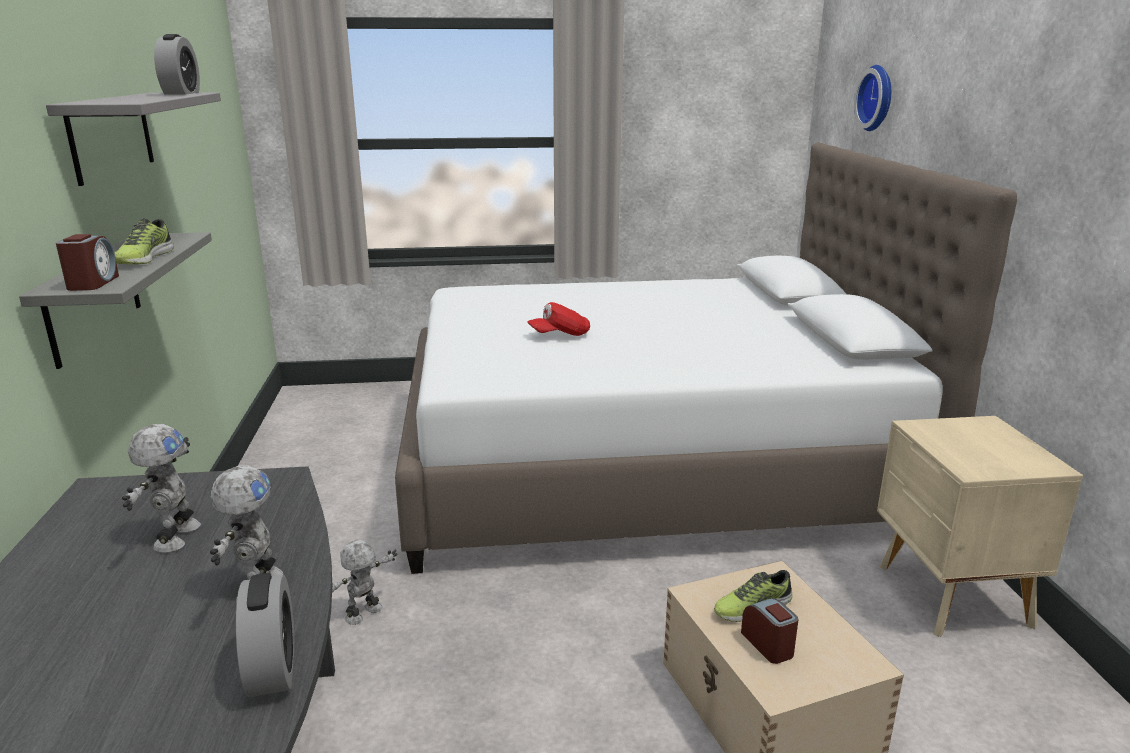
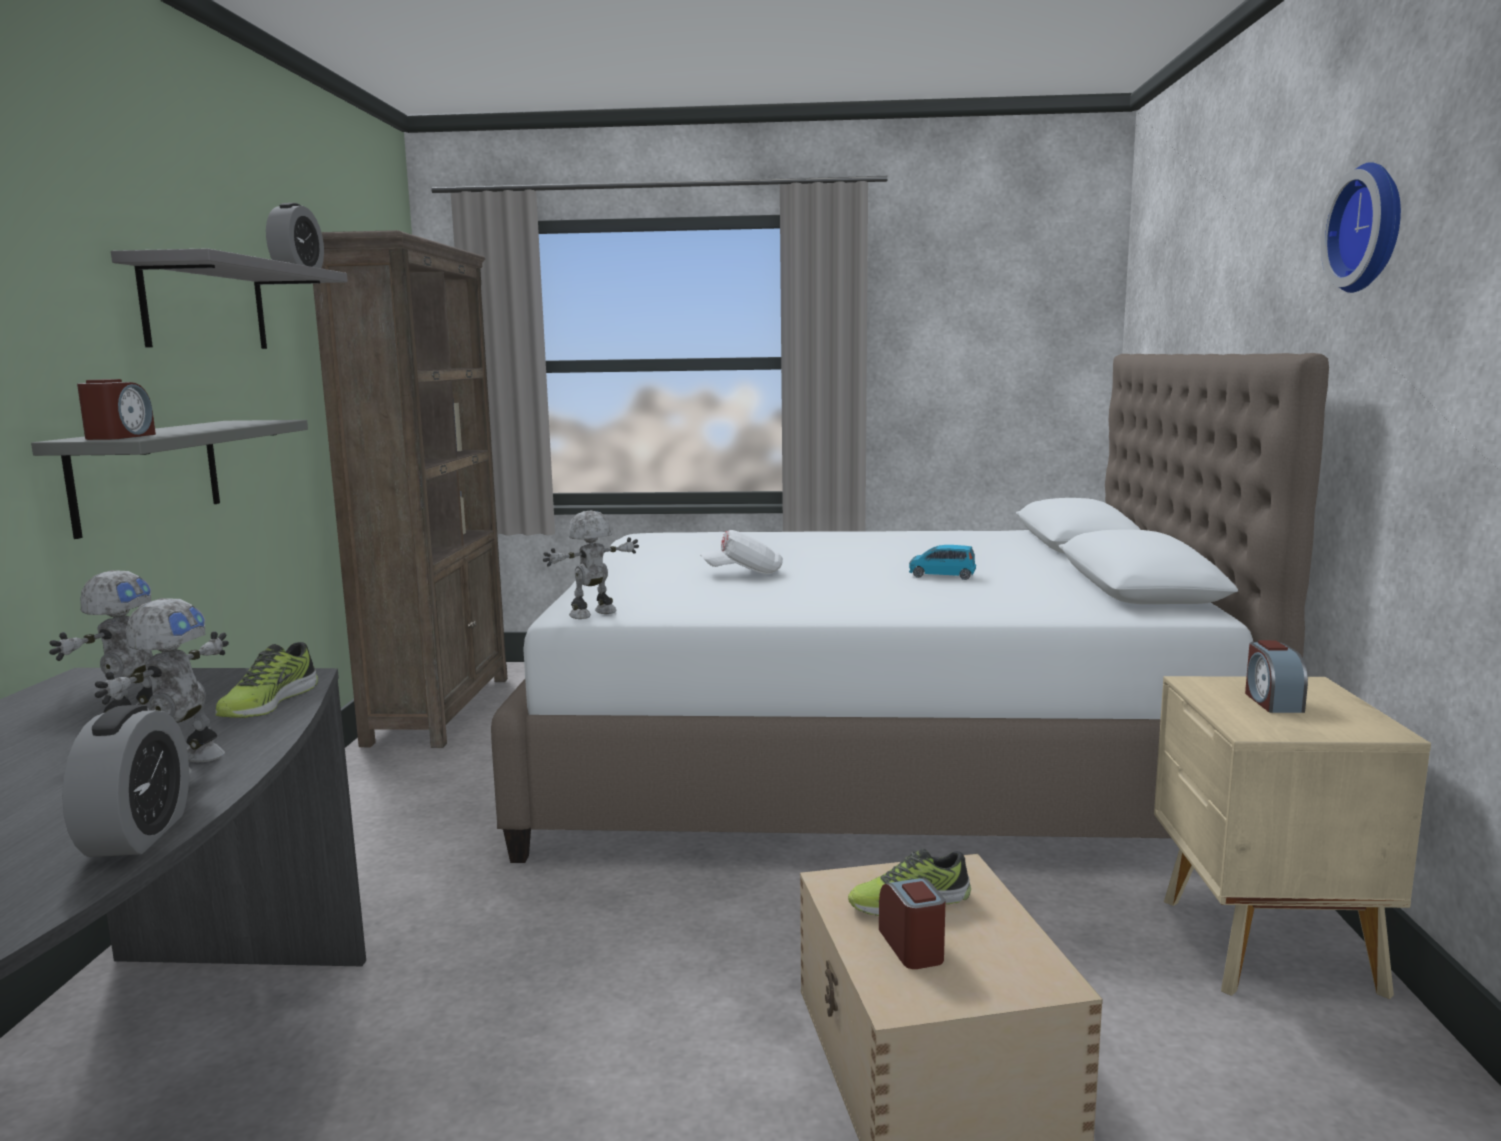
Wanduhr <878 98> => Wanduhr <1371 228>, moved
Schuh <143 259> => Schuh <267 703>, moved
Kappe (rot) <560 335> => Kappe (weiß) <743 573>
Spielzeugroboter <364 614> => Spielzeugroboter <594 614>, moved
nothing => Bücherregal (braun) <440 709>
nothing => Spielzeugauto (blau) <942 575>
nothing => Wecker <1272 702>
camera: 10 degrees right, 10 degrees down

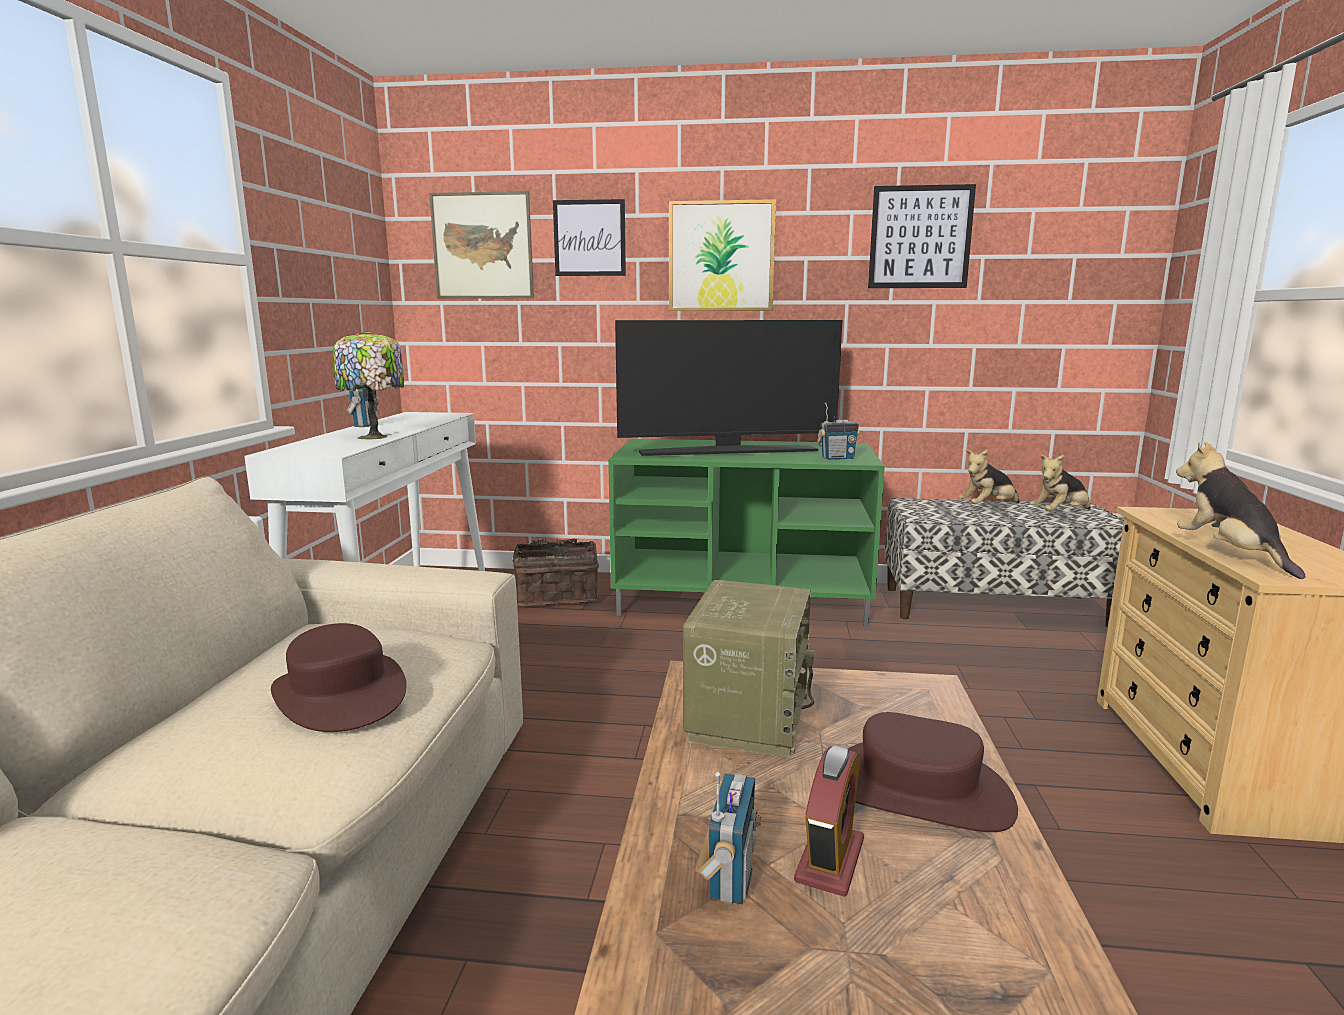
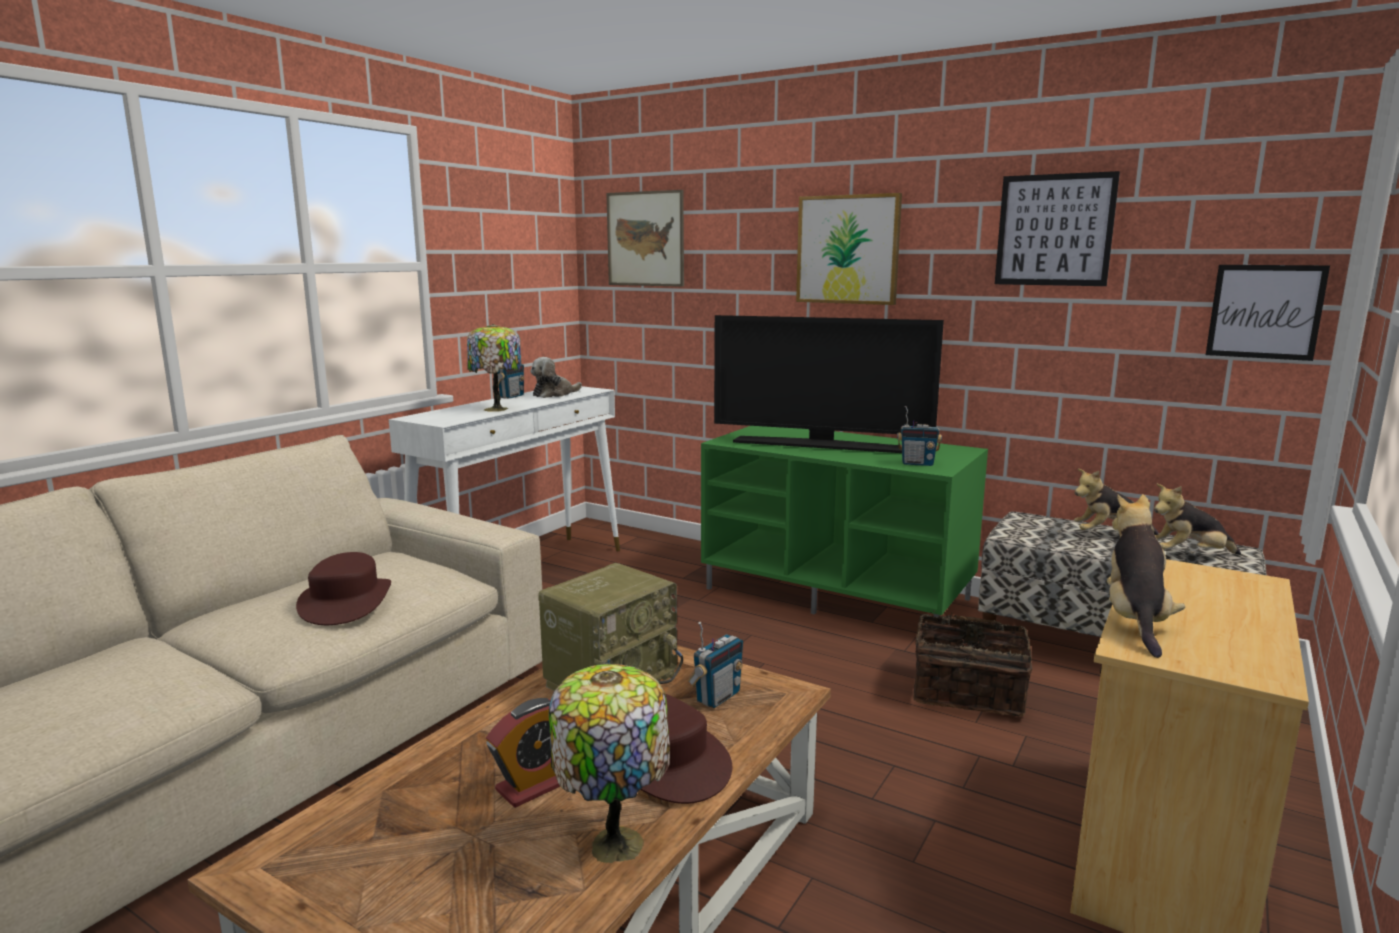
Bild <589 238> => Bild <1265 311>, moved
Korb <557 595> => Korb <967 692>, moved
Radio <729 878> => Radio <717 697>, moved
nothing => Plüschtier <554 394>
nothing => Tischlampe <614 841>
camera: 25 degrees right, 0 degrees up

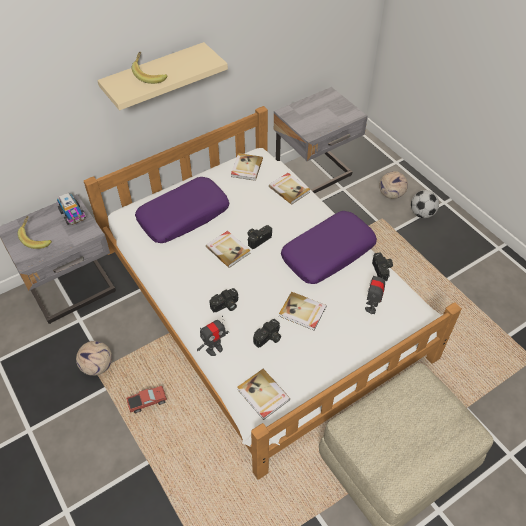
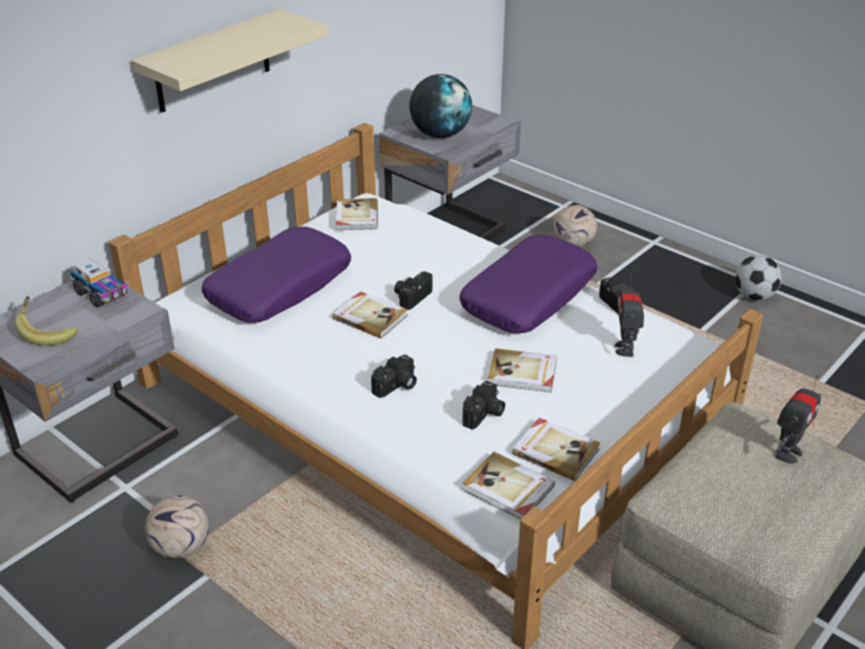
Banane <150 75> => nothing
Buch <289 189> => Buch <555 451>, moved
Fußball <422 213> => Fußball <753 296>, moved
Spielzeugroboter <214 349> => Spielzeugroboter <788 453>, moved
Spielzeuglaster <147 402> => nothing
nothing => Globus <440 135>
camera: 15 degrees left, 15 degrees down

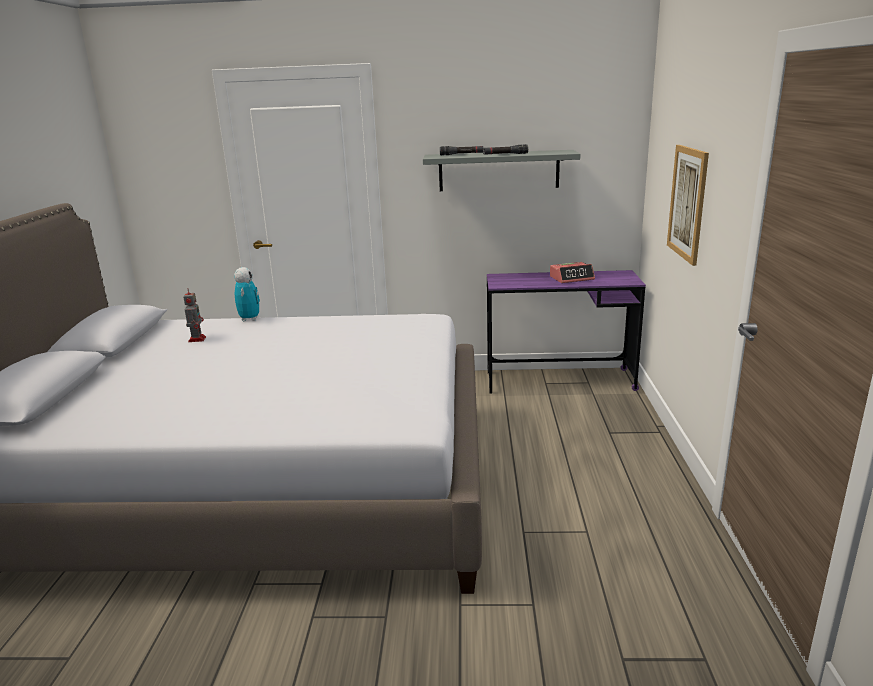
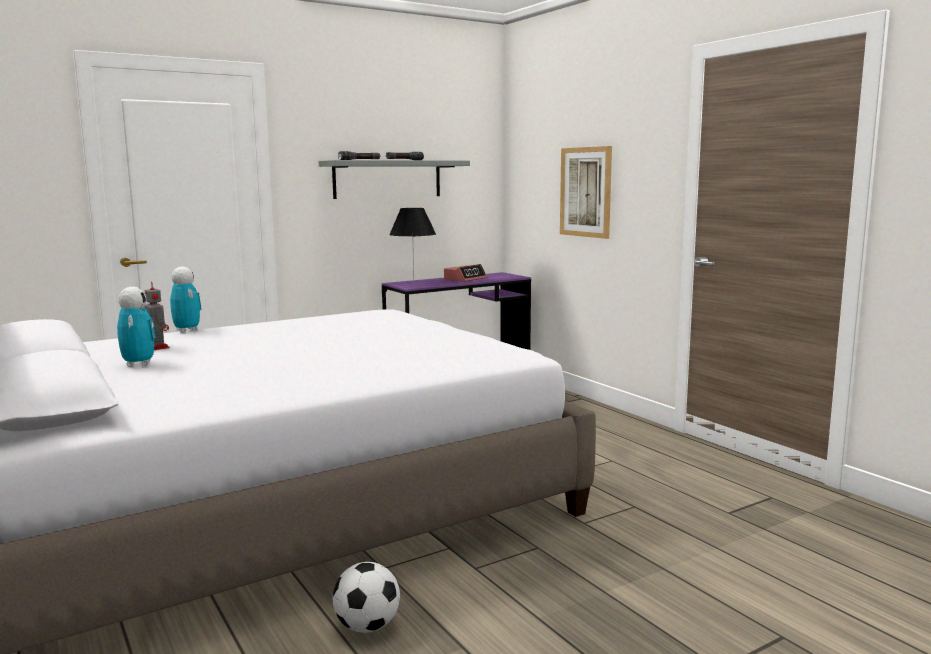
nothing => Tischlampe (schwarz) <413 282>
nothing => Spielzeugroboter <138 364>
nothing => Fußball <367 627>
camera: 35 degrees left, 10 degrees down

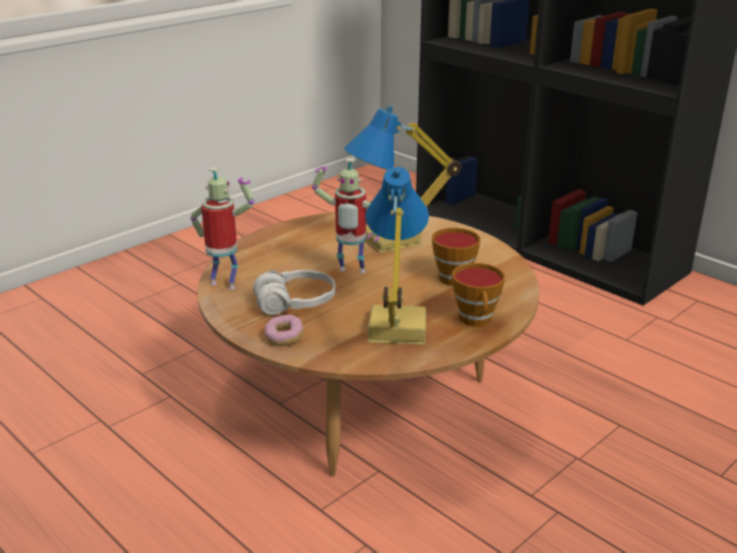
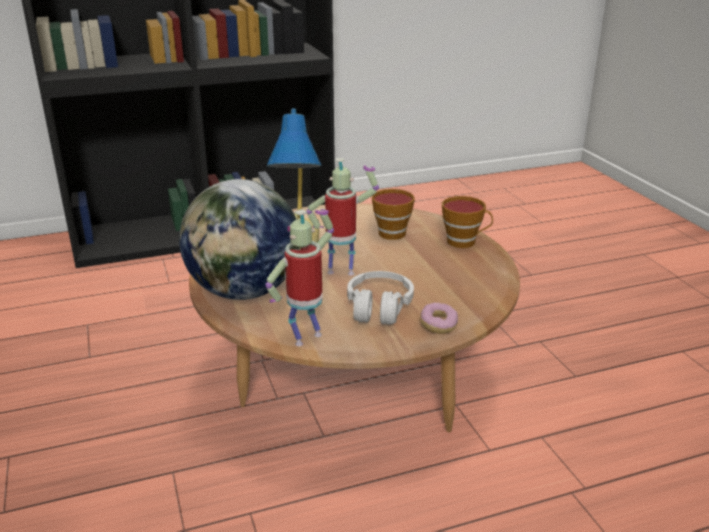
Spielzeugroboter <350 272> => Spielzeugroboter <342 271>, 120 degrees counterclockwise
Tischlampe <394 329> => nothing
nothing => Globus <244 292>
camera: 65 degrees left, 0 degrees up

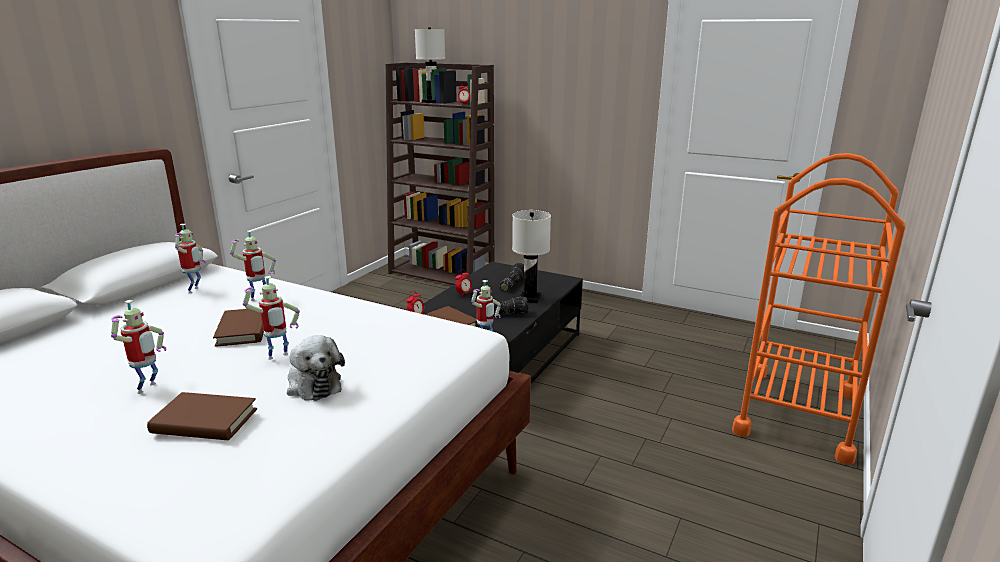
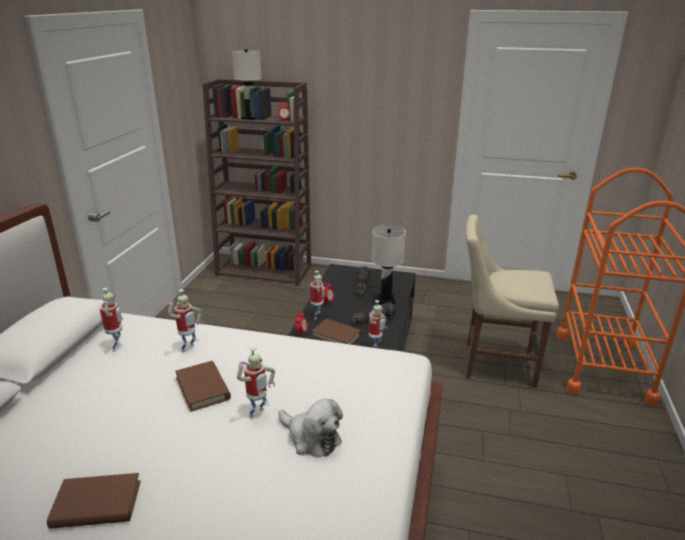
Spielzeugroboter <149 389> => Spielzeugroboter <317 316>, moved
Buch (braun) <204 421> => Buch (braun) <96 504>, moved
nothing => Stuhl (beige) <495 363>
camera: 15 degrees left, 5 degrees up

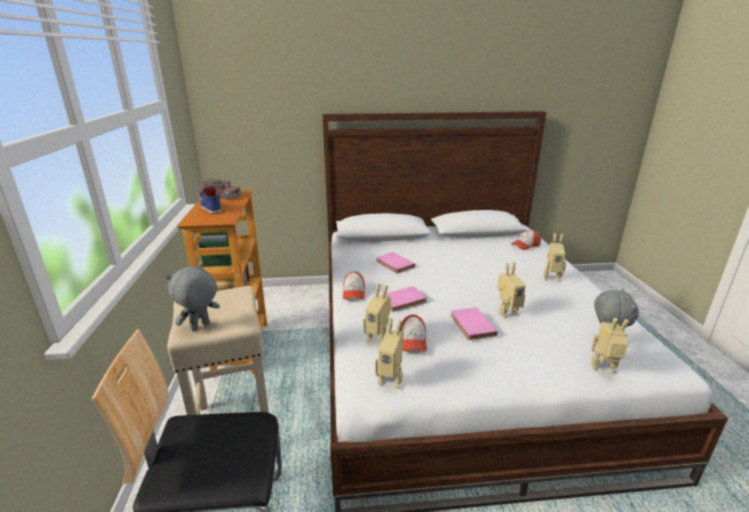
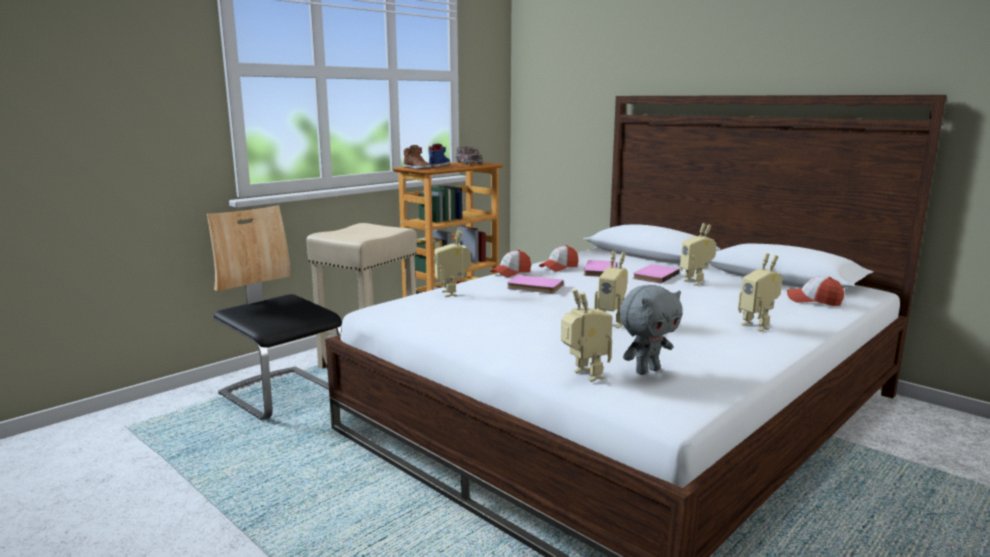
Plüschtier (grau) <200 327> => nothing
Buch (rosa) <470 325> => Buch (rosa) <654 276>, moved
Kappe <413 341> => Kappe <559 267>, moved
Spielzeugroboter <391 379> => Spielzeugroboter <696 282>, moved
nothing => Schuh (braun) <417 168>
camera: 50 degrees right, 10 degrees down

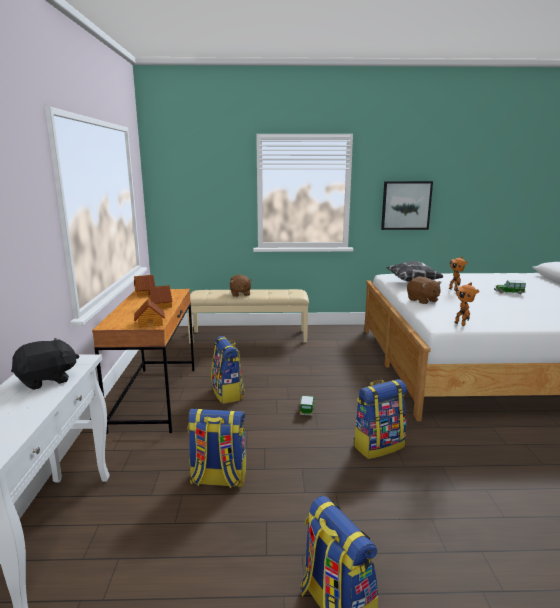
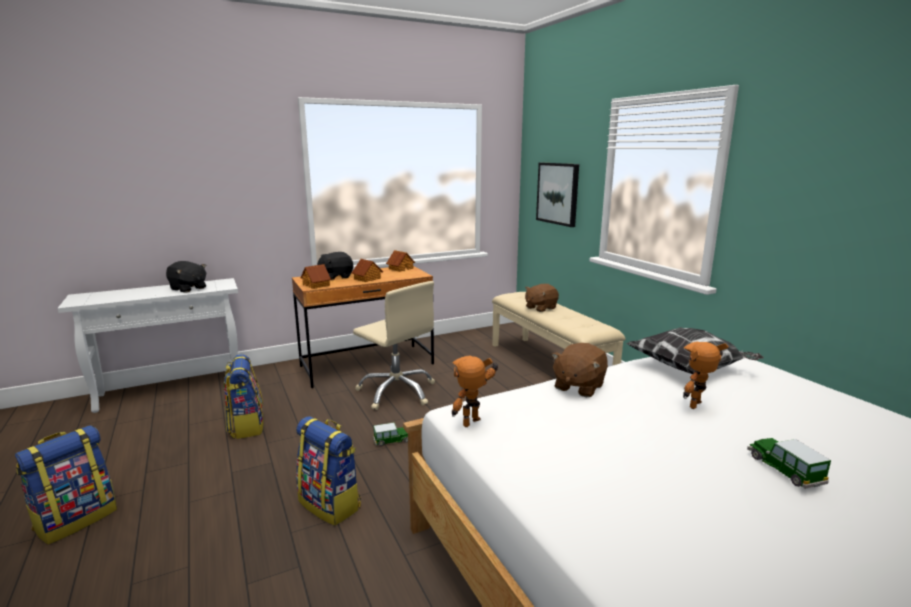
Bild <406 205> => Bild <558 193>, moved
Rucksack <228 394> => Bürostuhl (beige) <397 391>
nothing => Plüschtier (schwarz) <336 277>
camera: 65 degrees right, 0 degrees up

